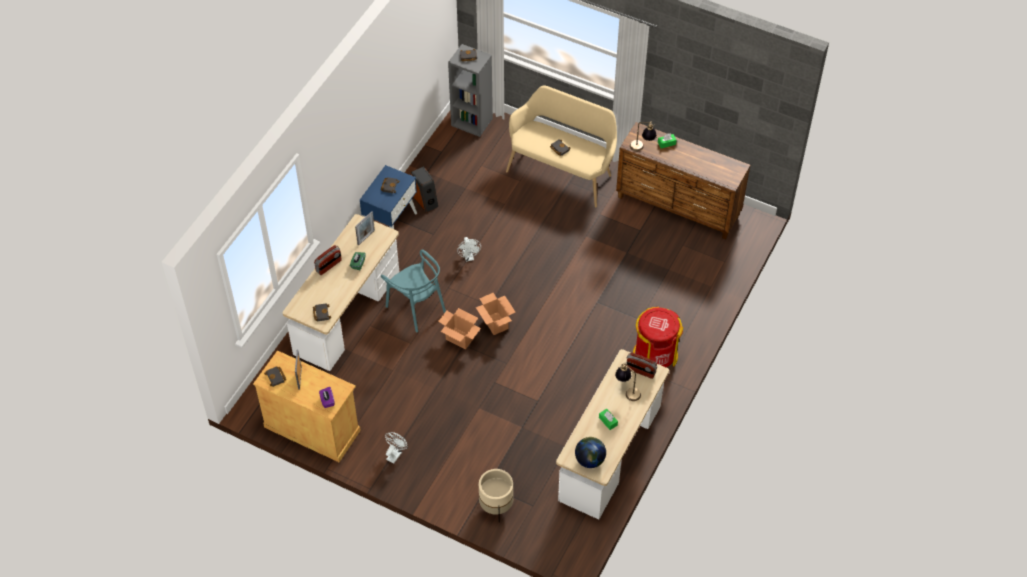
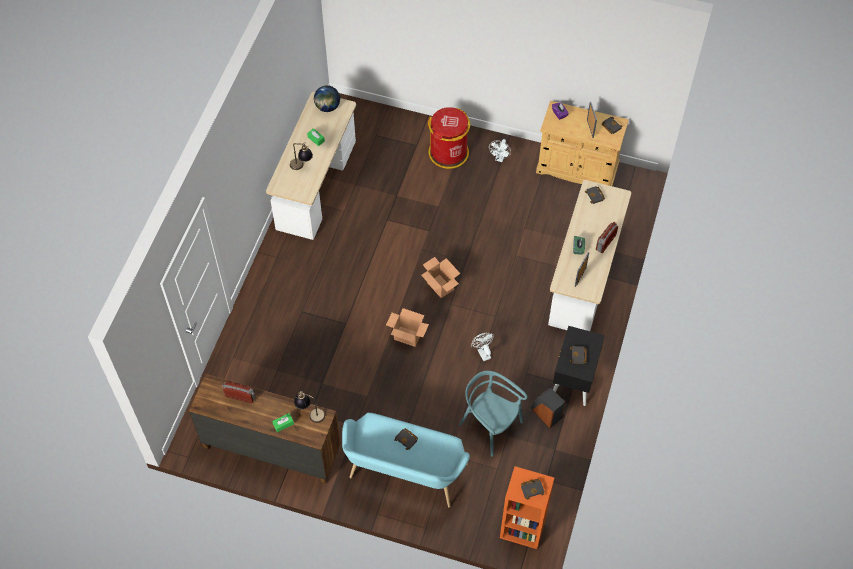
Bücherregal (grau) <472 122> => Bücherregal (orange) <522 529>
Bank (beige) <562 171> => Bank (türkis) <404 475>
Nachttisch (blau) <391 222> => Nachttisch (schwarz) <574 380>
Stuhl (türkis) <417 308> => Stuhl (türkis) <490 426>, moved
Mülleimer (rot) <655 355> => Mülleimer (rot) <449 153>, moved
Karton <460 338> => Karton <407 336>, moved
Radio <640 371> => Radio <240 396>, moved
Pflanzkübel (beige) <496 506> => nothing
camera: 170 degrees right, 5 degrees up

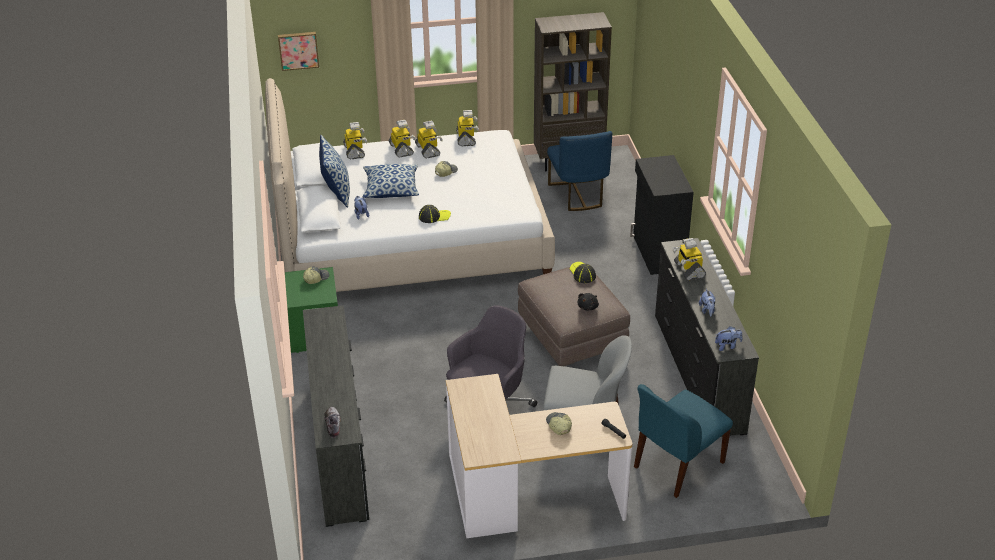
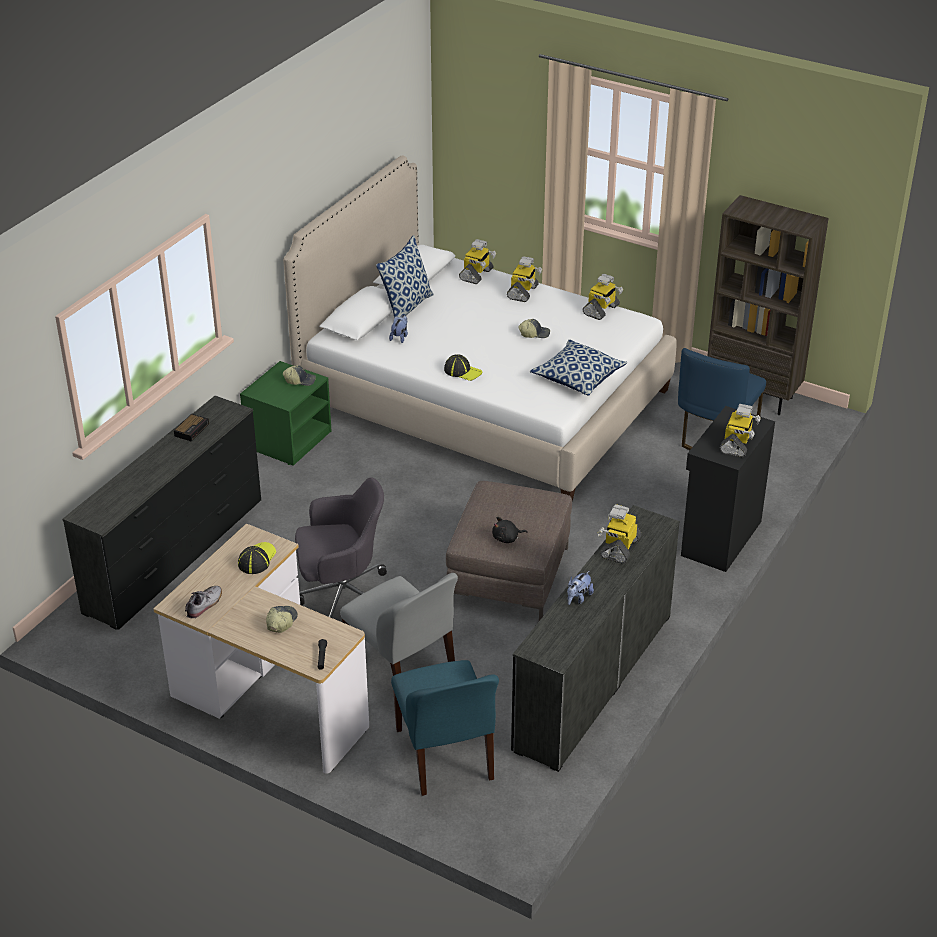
Bild <298 50> => nothing
Spielzeugroboter <428 150> => Spielzeugroboter <737 444>, moved
Kissen <391 189> => Kissen <578 378>, moved
Kappe <582 273> => Kappe <257 559>, moved
Plüschtier <727 346> => nothing
Stuhl (blau) <677 465> => Stuhl (blau) <445 756>, 105 degrees counterclockwise
Schuh <333 424> => Schuh <204 605>, moved
nothing => Wecker <192 429>
camera: 40 degrees right, 0 degrees up

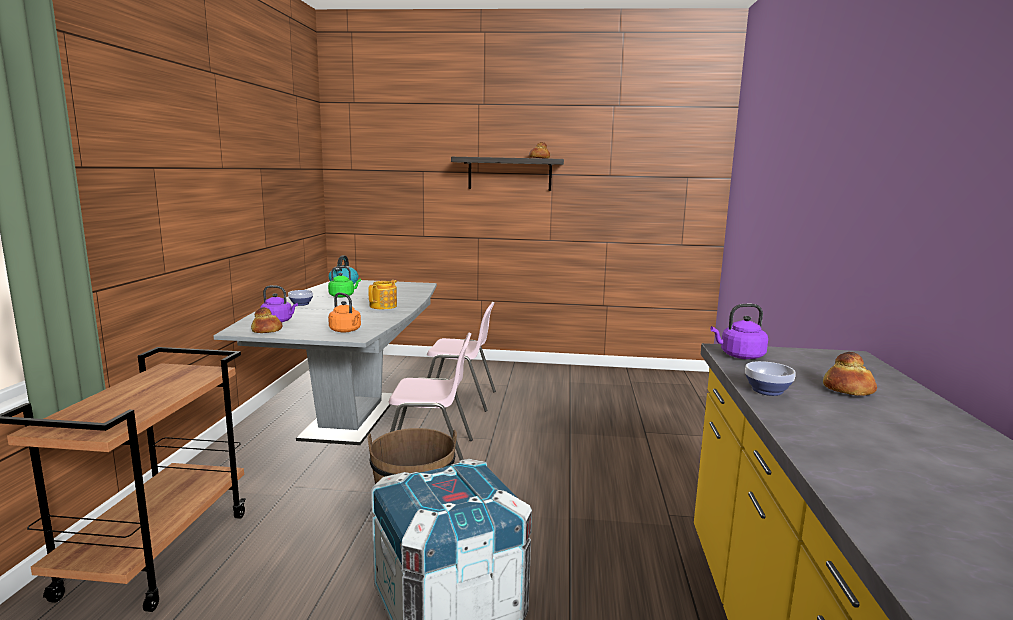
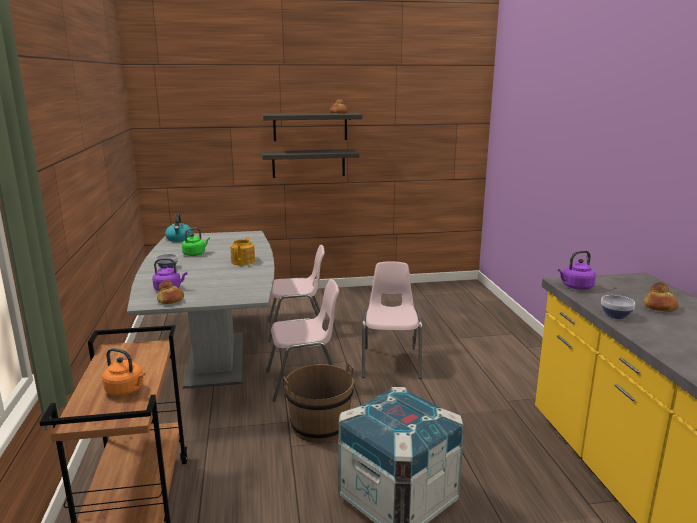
Wasserkessel (orange) <346 331> => Wasserkessel (orange) <126 390>, moved
nothing => Wandregal <308 163>
nothing => Stuhl (rosa) <391 362>
camera: 15 degrees left, 5 degrees up

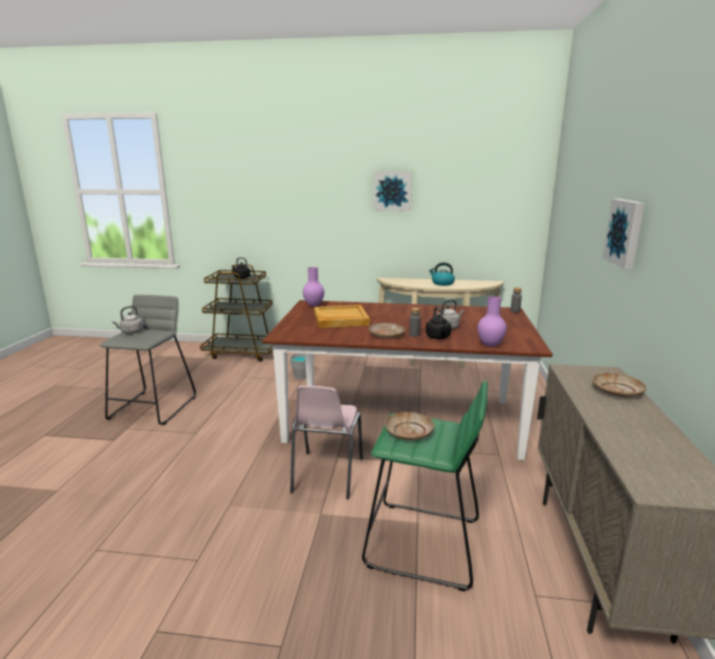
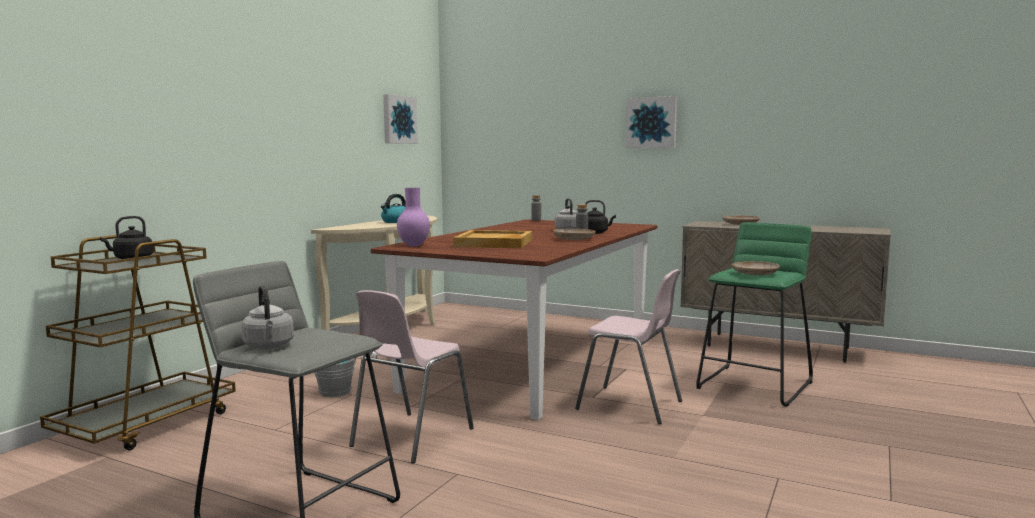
Bild <392 191> => Bild <398 119>, moved
Vase (lila) <490 345> => nothing
nothing => Stuhl (rosa) <410 437>
camera: 70 degrees left, 10 degrees down

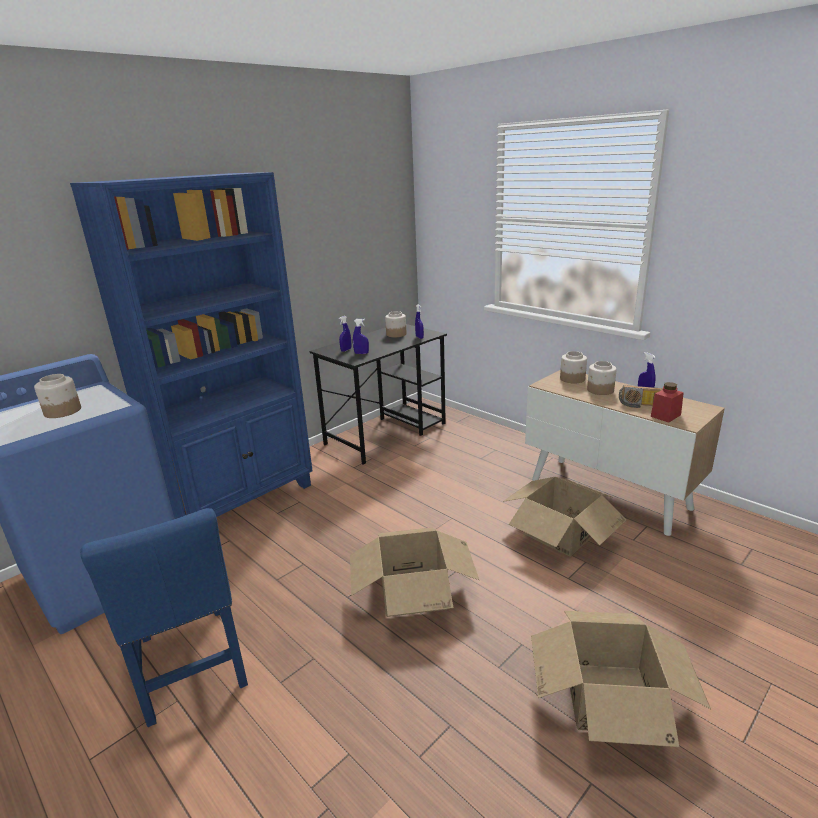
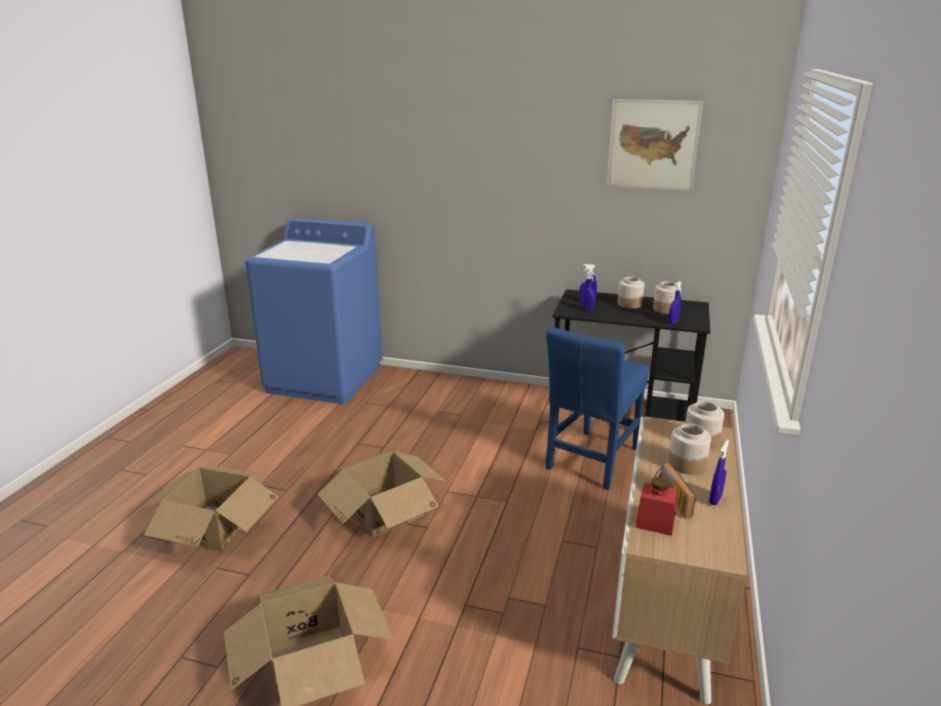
Bücherregal (blau) <241 500> => nothing
Vorratsglas <63 411> => Vorratsglas <629 304>, moved
Karton <561 532> => Karton <215 527>, moved
Stuhl (blau) <191 667> => Stuhl (blau) <591 461>, moved
nothing => Bild <653 145>
camera: 60 degrees right, 0 degrees up

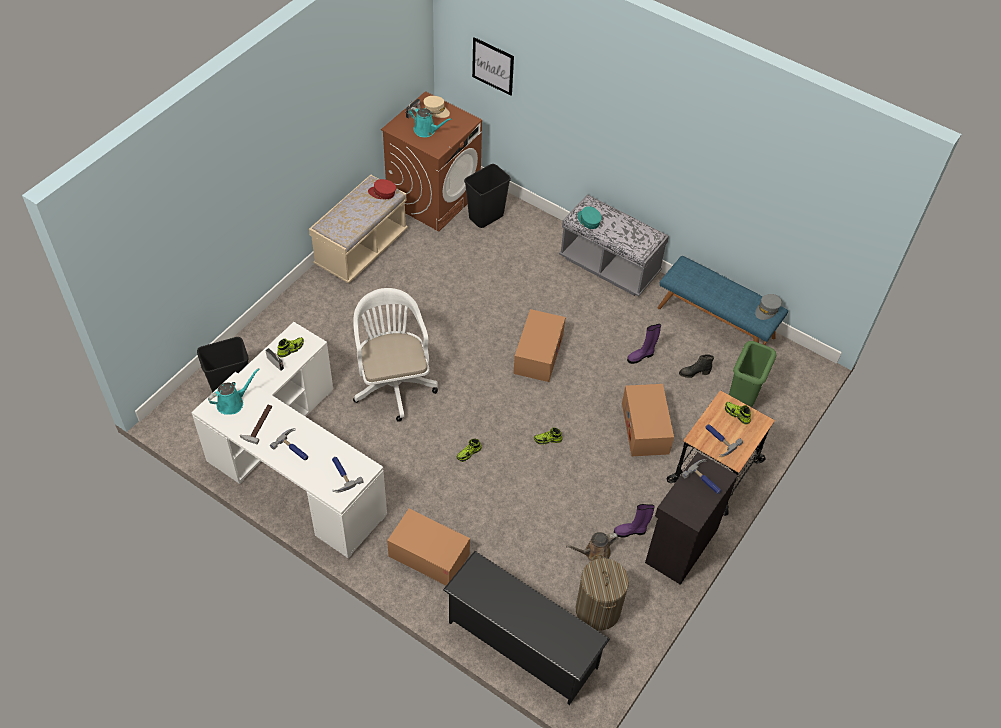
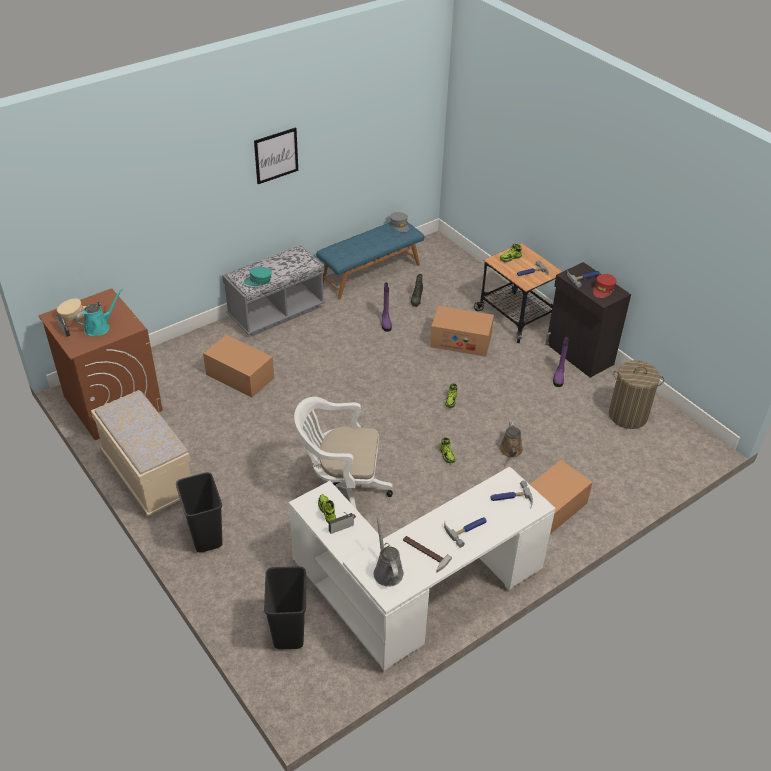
Bild <493 66> => Bild <276 155>, moved
Mülleimer (schwarz) <486 216> => Mülleimer (schwarz) <205 536>, moved
Kappe (rot) <382 193> => Kappe (rot) <603 289>, moved
Karton <538 354> => Karton <240 376>, moved
Mülleimer (grün) <743 398> => nothing
Gießkanne (türkis) <233 403> => Gießkanne (grau) <387 571>
Gießkanne (braun) <594 553> => Gießkanne (braun) <511 451>, moved
Schuhregal (schwarz) <521 644> => nothing
camera: 70 degrees left, 10 degrees down

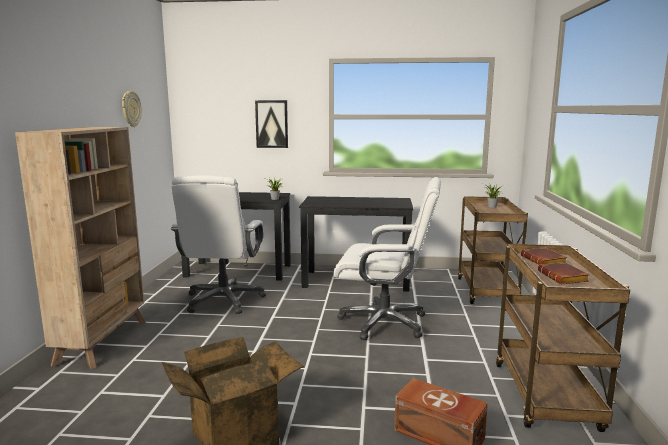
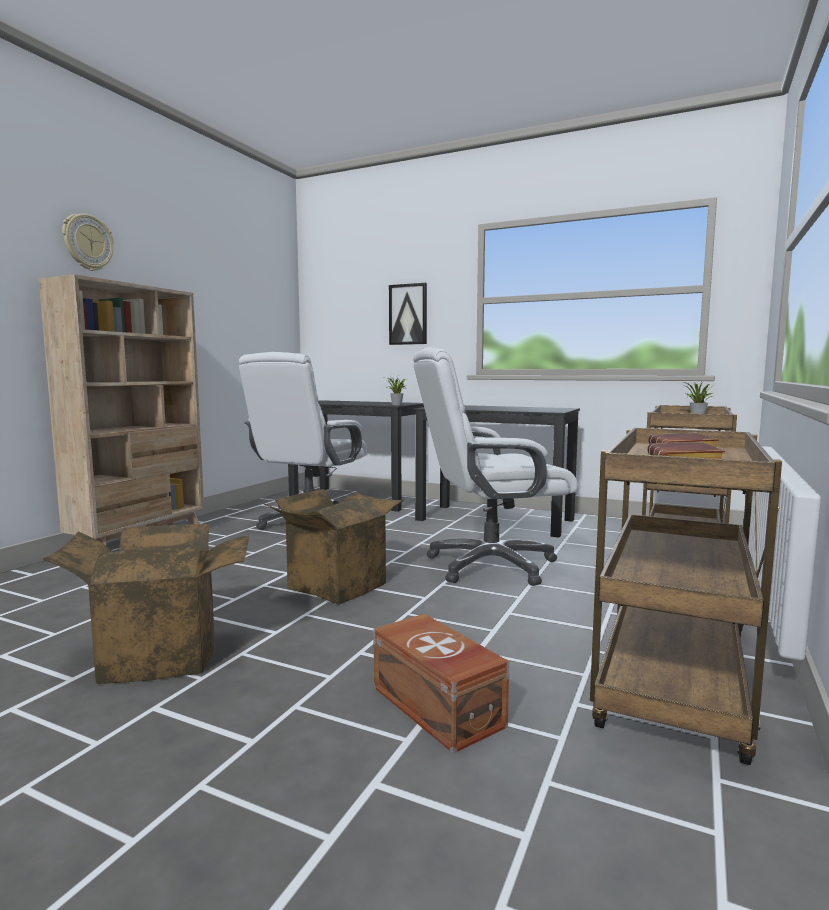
Wanduhr <130 109> => Wanduhr <87 242>, moved
Bürostuhl (weiß) <385 322> => Bürostuhl (weiß) <489 565>, 135 degrees clockwise
nothing => Karton <335 584>
camera: 20 degrees right, 5 degrees down

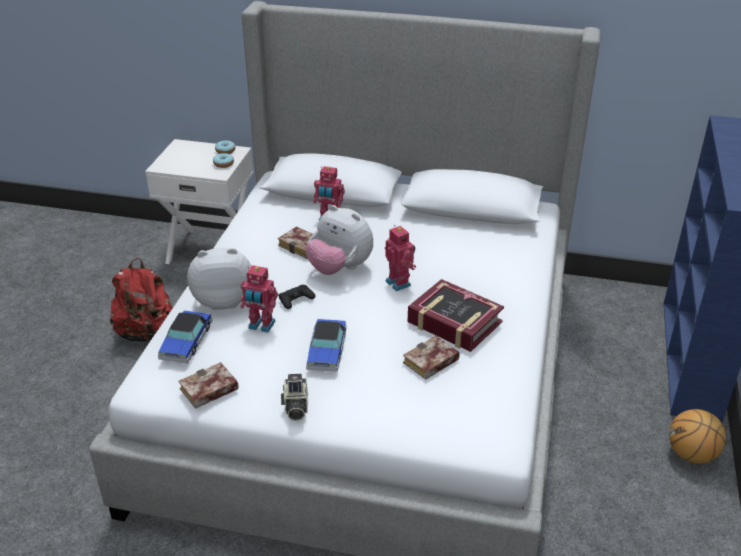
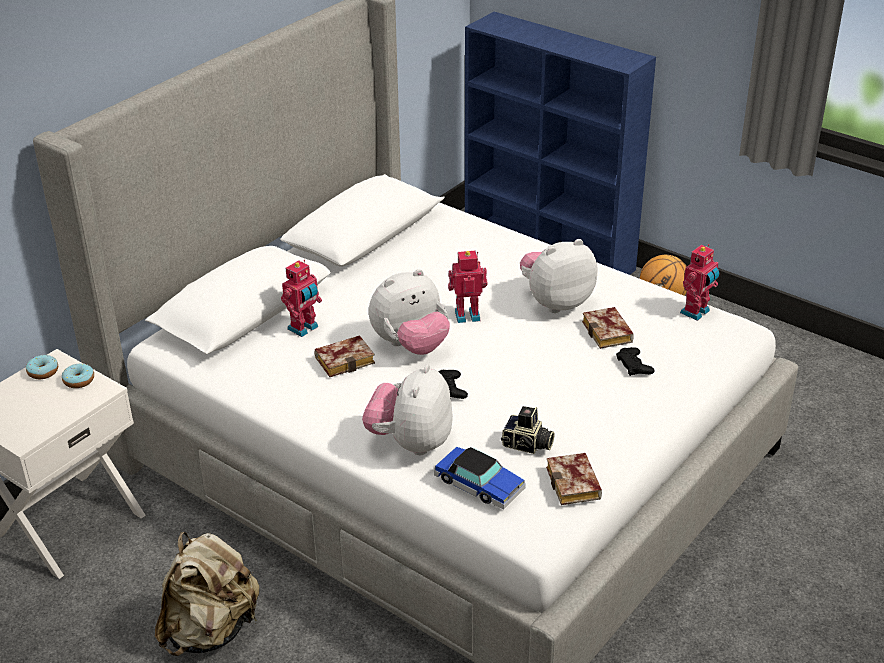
Rucksack (rot) <146 333> => Rucksack (beige) <210 630>
Spielzeugroboter <261 326> => Spielzeugroboter <696 312>, moved
Buch <454 322> => Plüschtier <556 302>
Spielzeugauto <327 350> => nothing
Kamera <295 407> => Kamera <527 445>, moved
nothing => Gamepad (schwarz) <634 365>
camera: 65 degrees left, 0 degrees up

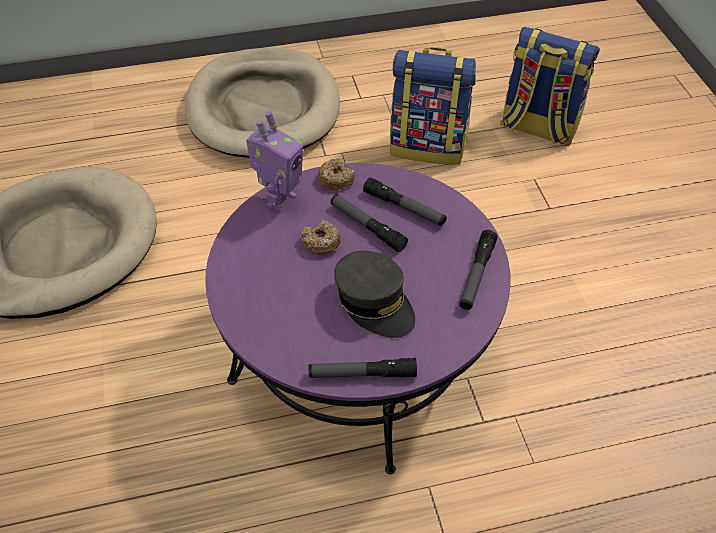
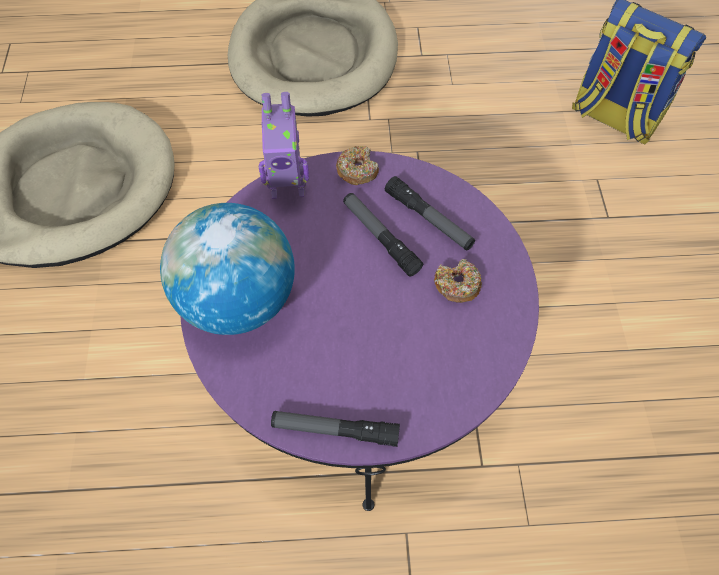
Rucksack <428 146> => nothing
Spielzeugroboter <279 199> => Spielzeugroboter <287 187>, 45 degrees clockwise
Donut <321 242> => Donut <457 285>, moved
Taschenlampe <476 275> => nothing
Kappe (grau) <375 302> => nothing
nothing => Globus <238 300>
camera: 10 degrees right, 10 degrees up

